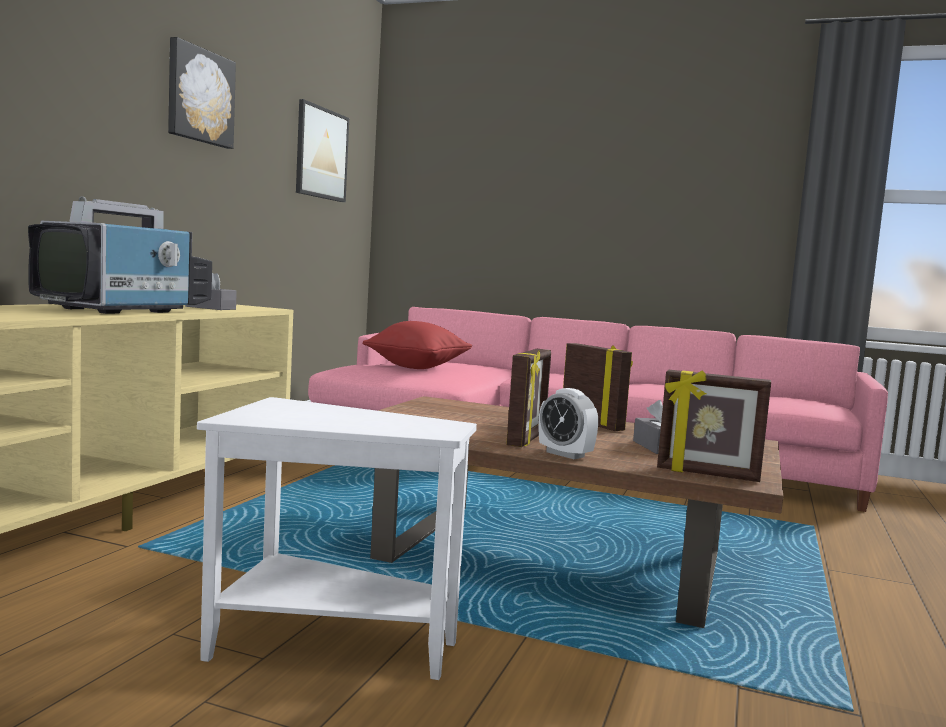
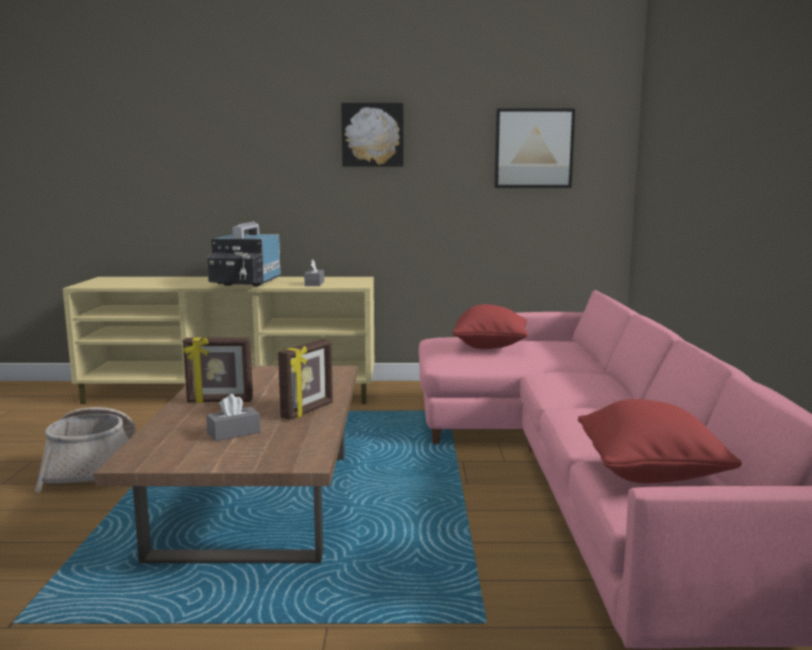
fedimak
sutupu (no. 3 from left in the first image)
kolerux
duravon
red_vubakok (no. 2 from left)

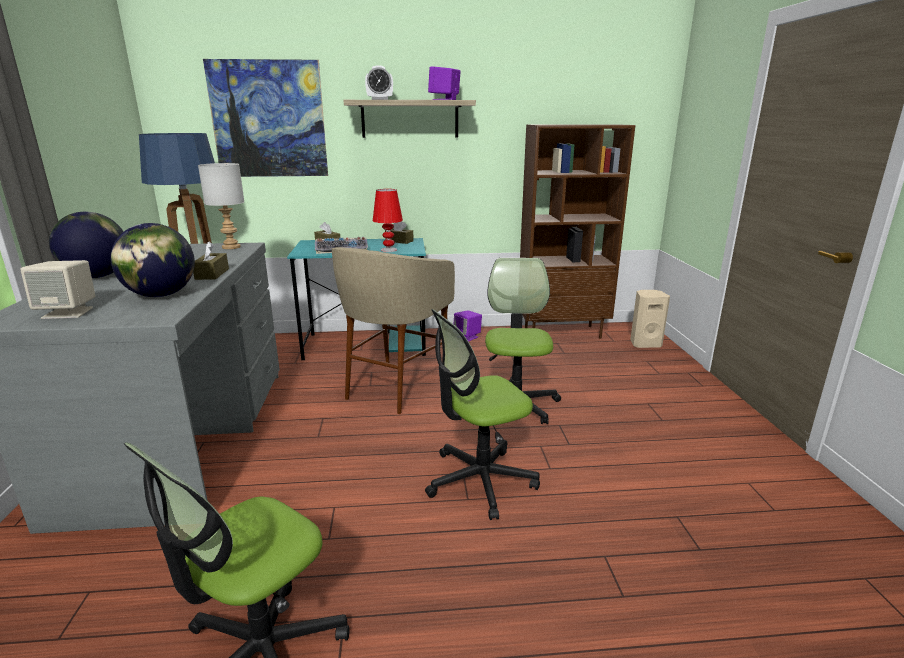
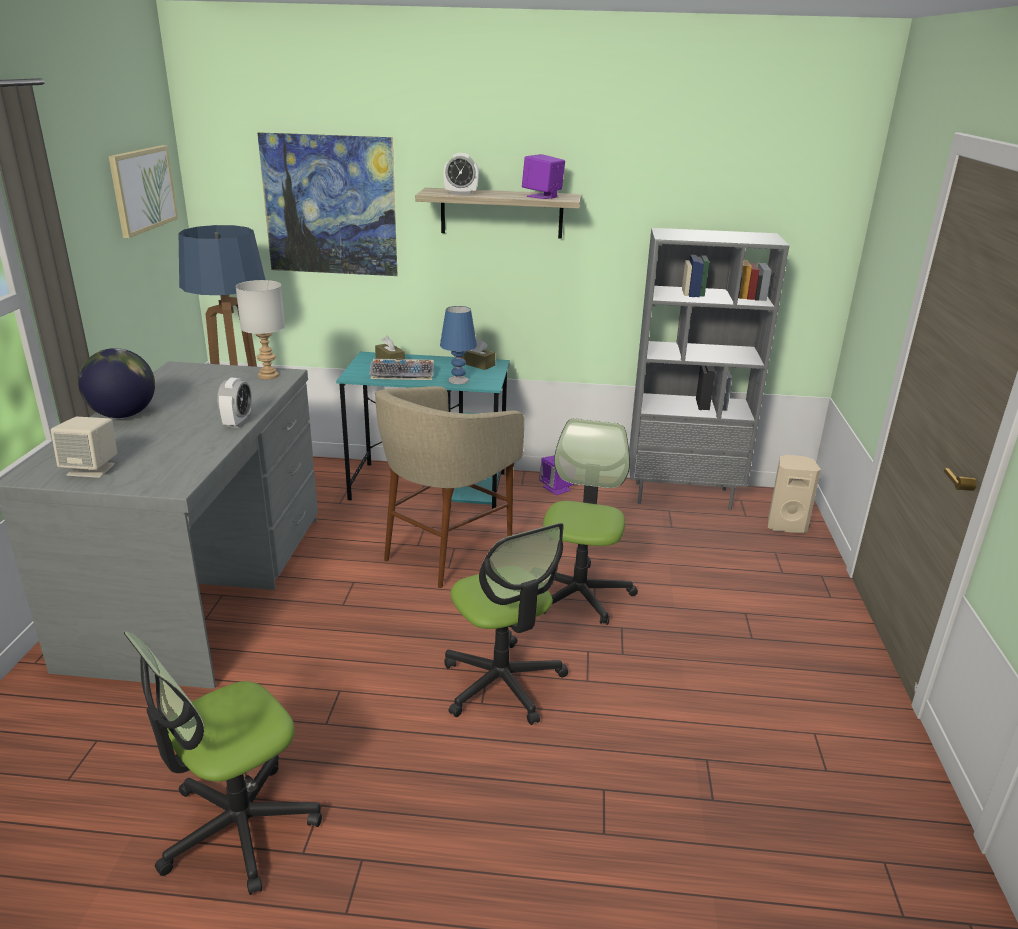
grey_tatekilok
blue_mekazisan
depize (no. 2 from left in the first image)
kolerux (no. 1 from left)
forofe (no. 2 from left)
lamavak (no. 1 from left)

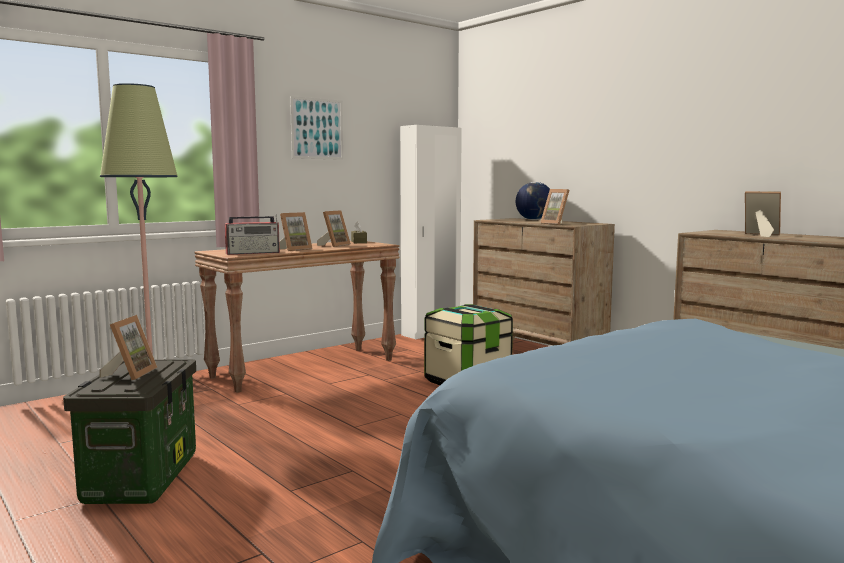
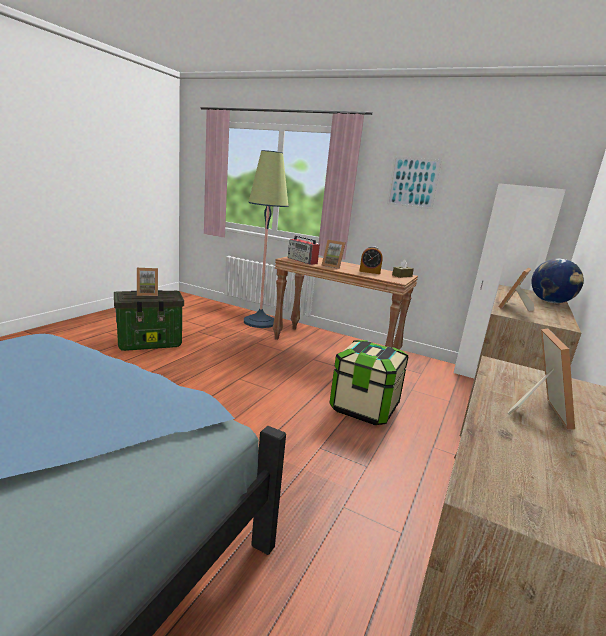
kolerux

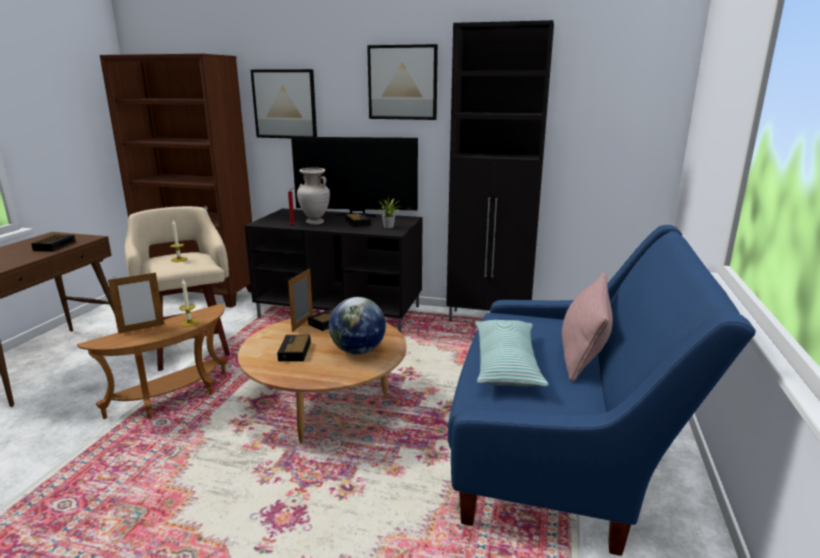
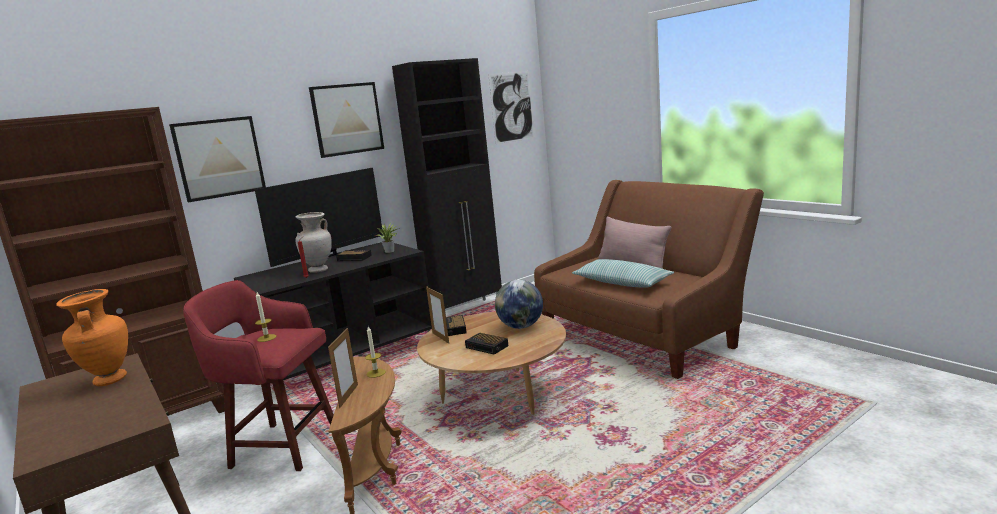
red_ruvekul
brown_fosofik
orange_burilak
lamavak (no. 3 from left)

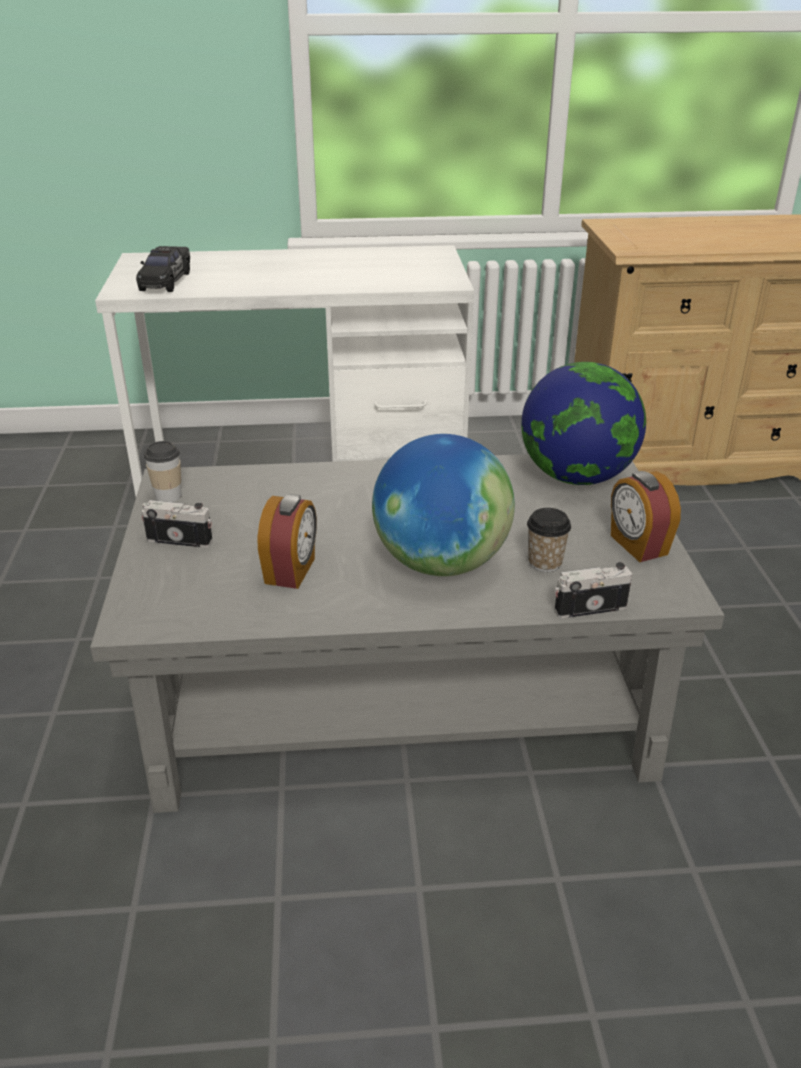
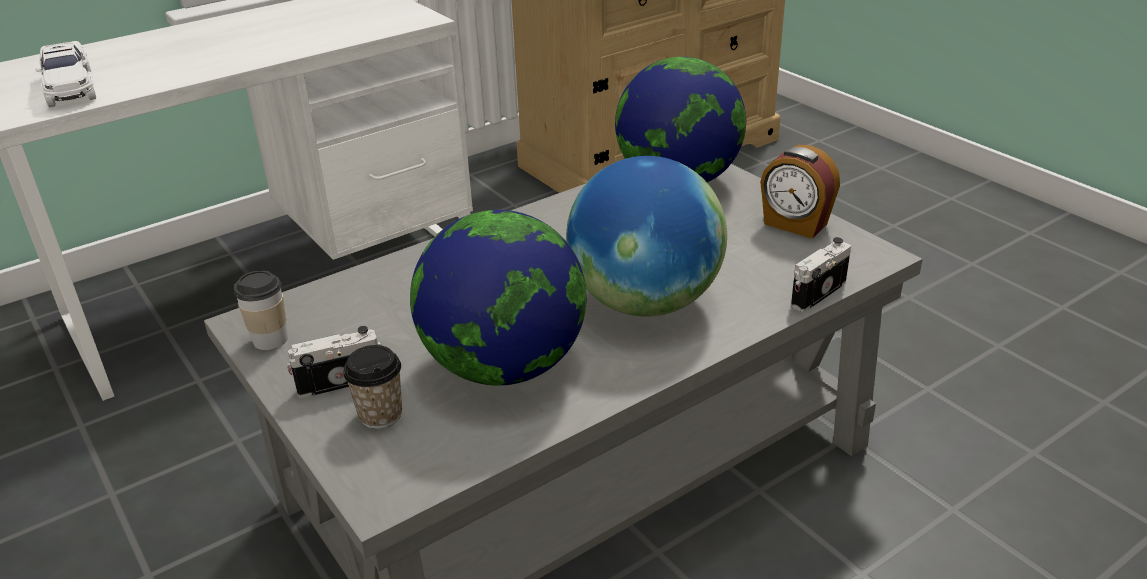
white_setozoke
depize (no. 1 from left)
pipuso (no. 2 from left)

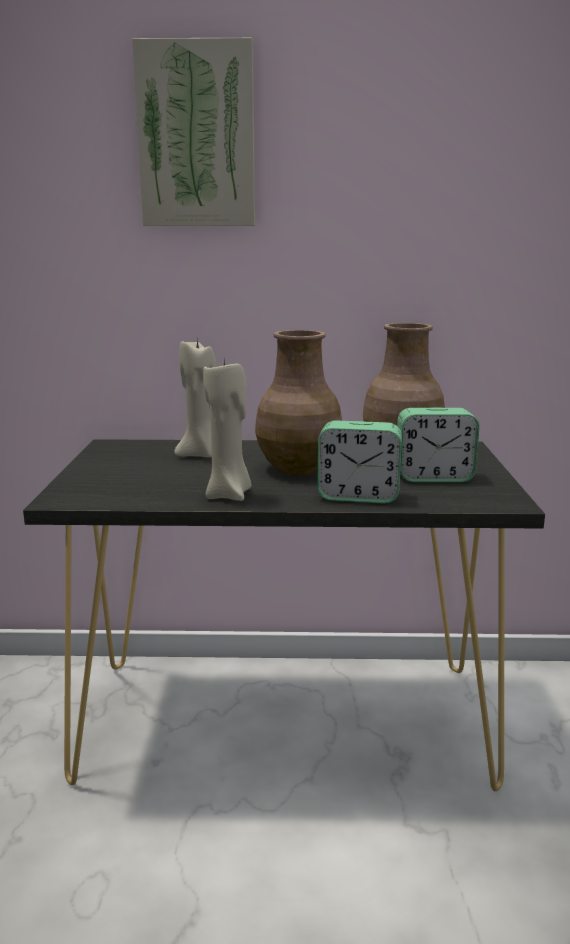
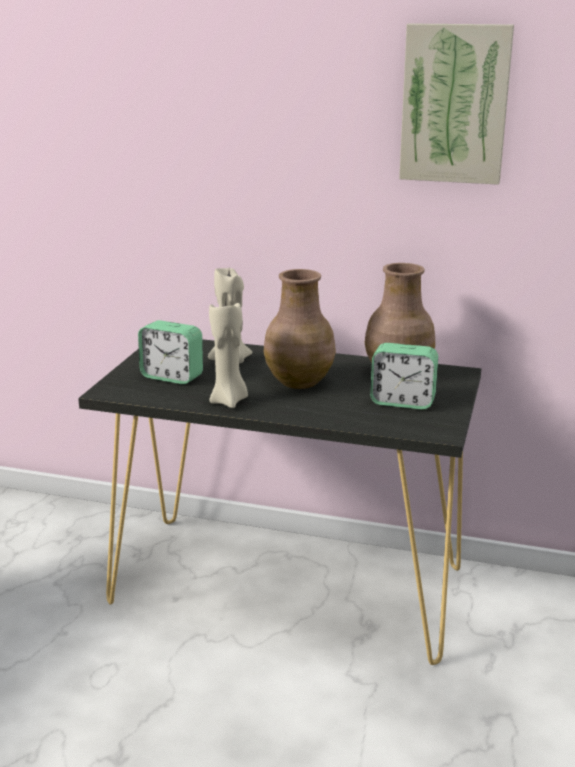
lamavak
kolerux (no. 1 from left)

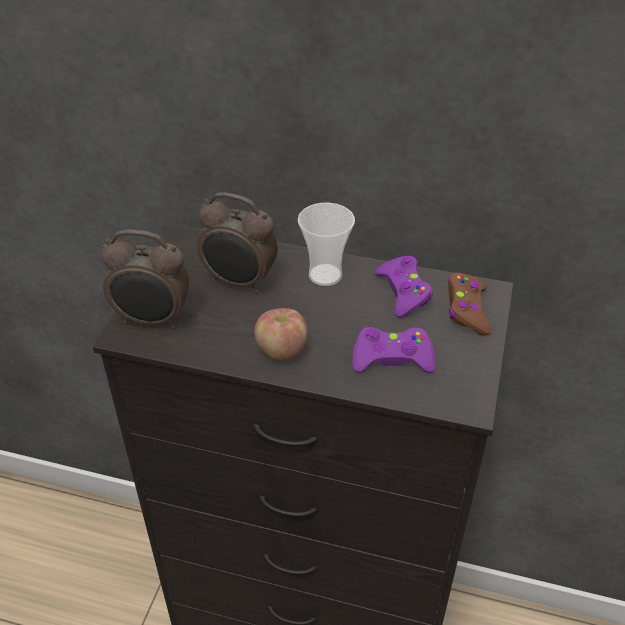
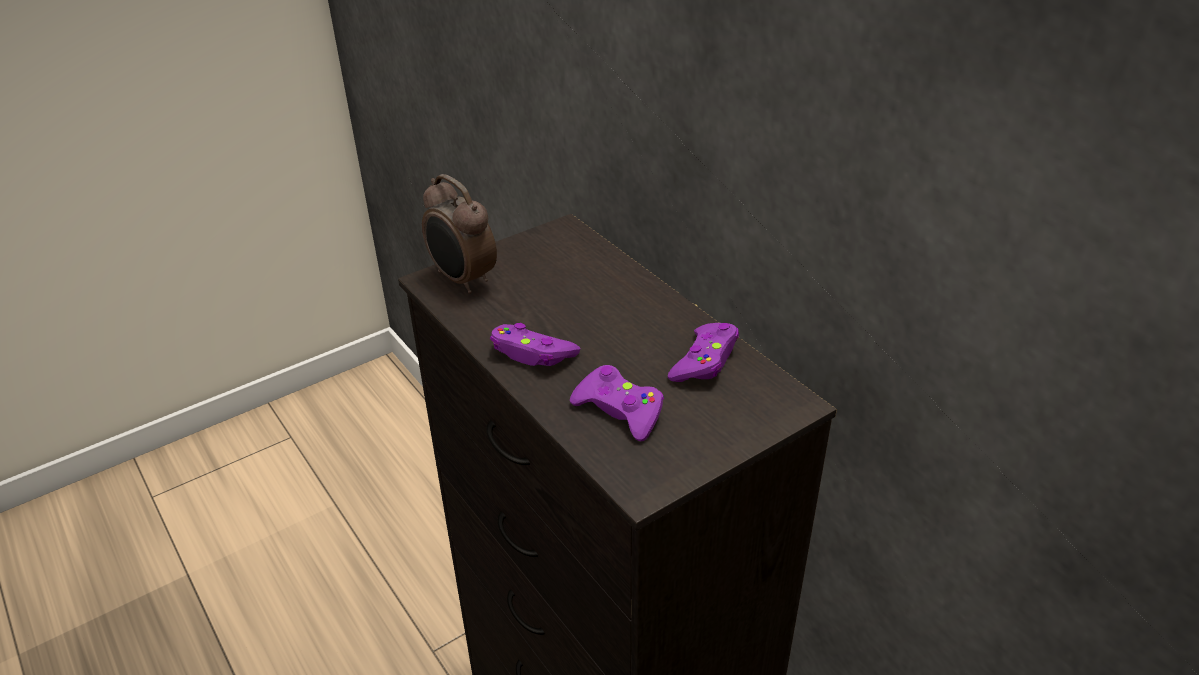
kolerux (no. 2 from left in the first image)
pipuso
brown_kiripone
purple_kiripone (no. 1 from left)

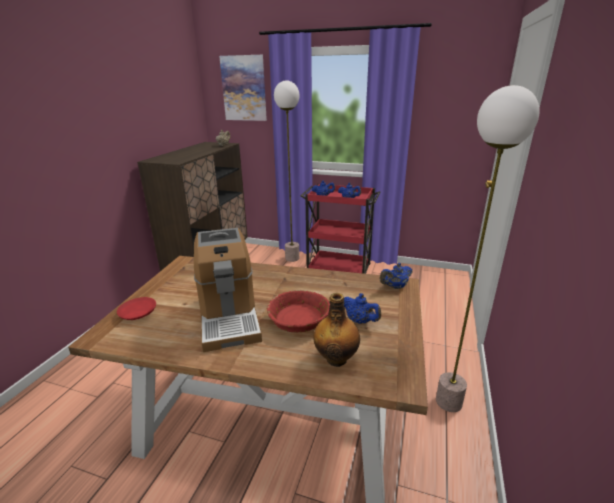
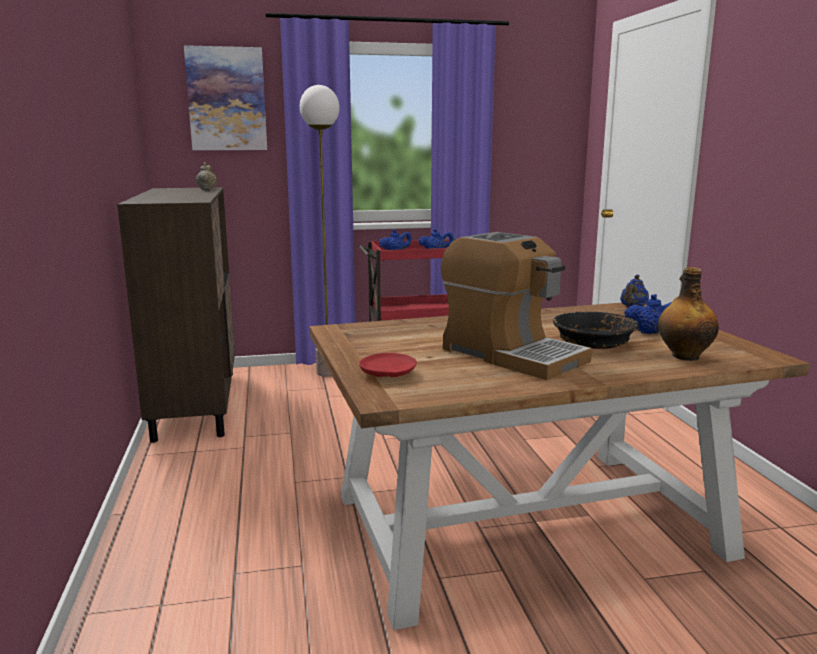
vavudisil (no. 2 from left in the first image)
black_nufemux

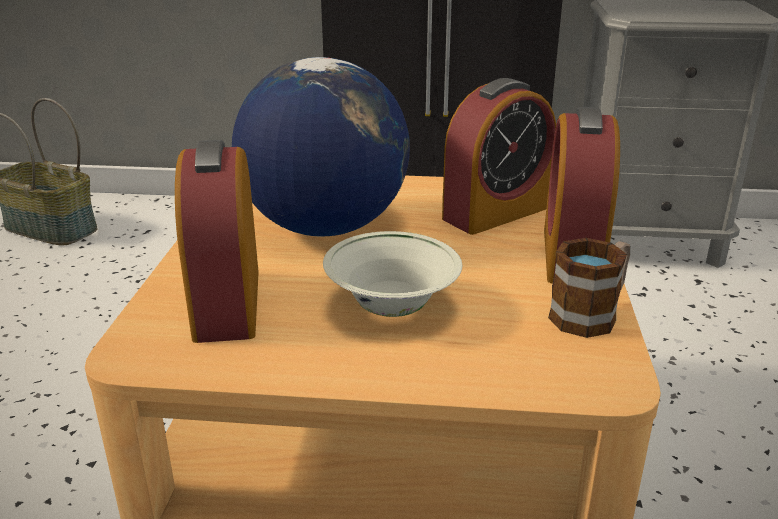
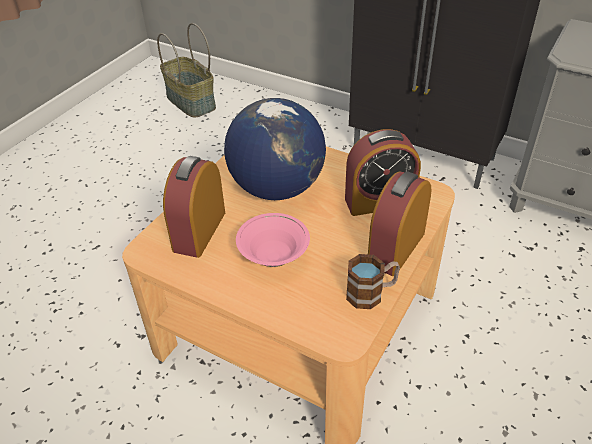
pink_nufemux

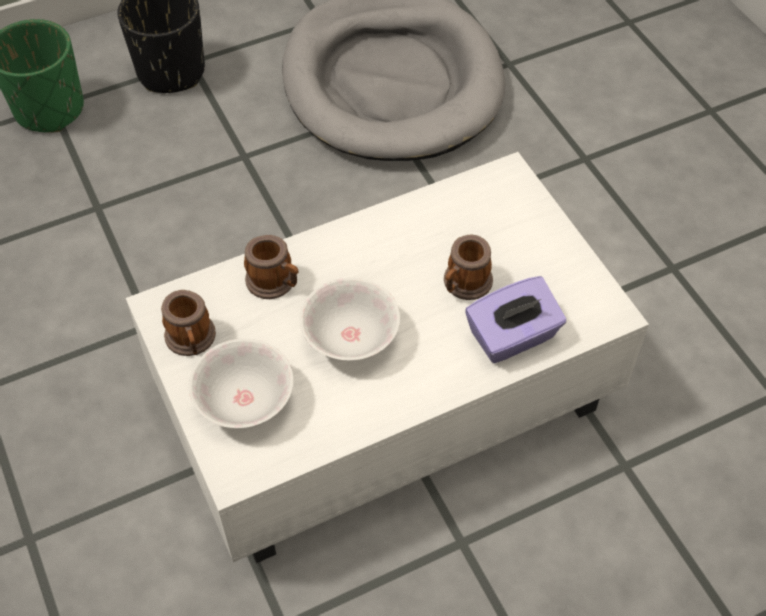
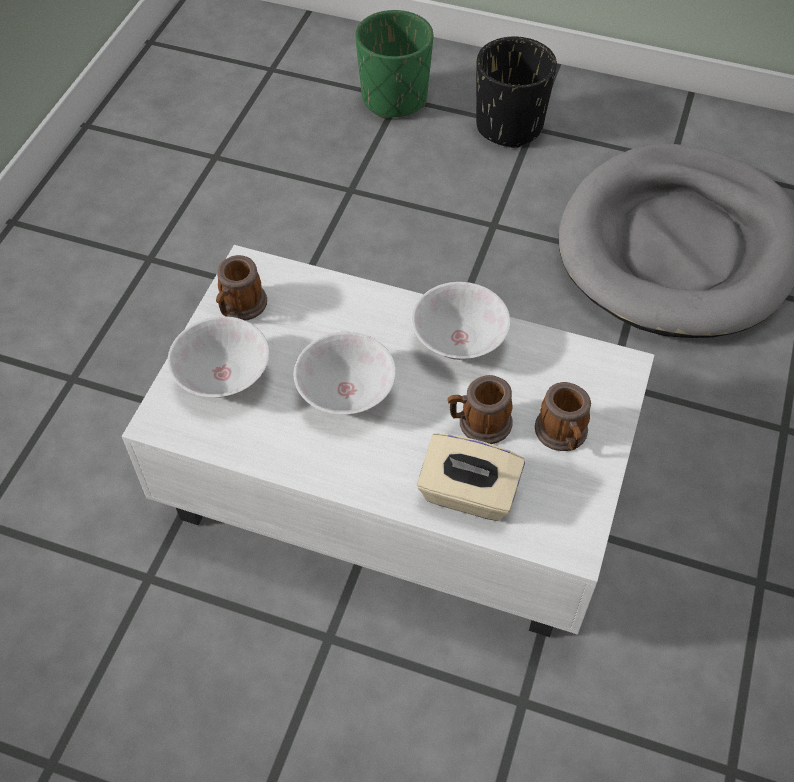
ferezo (no. 3 from left)
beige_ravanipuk
white_nufemux (no. 3 from left)

